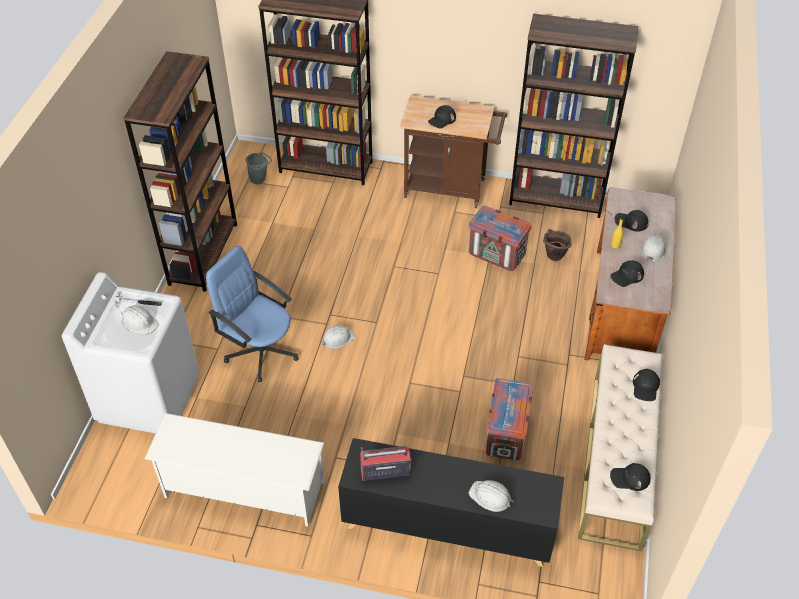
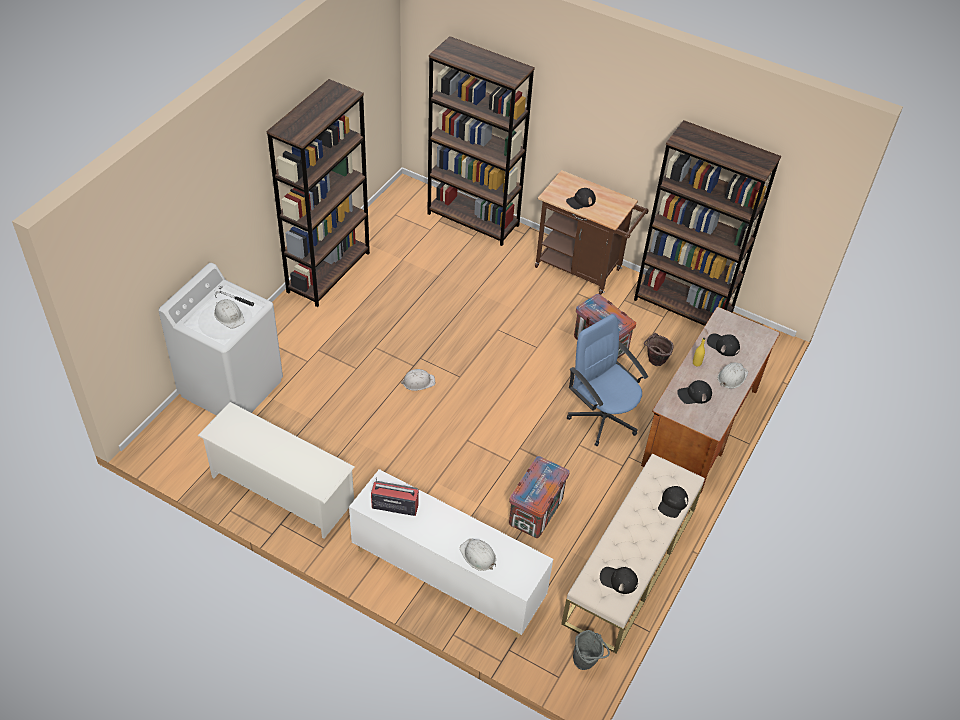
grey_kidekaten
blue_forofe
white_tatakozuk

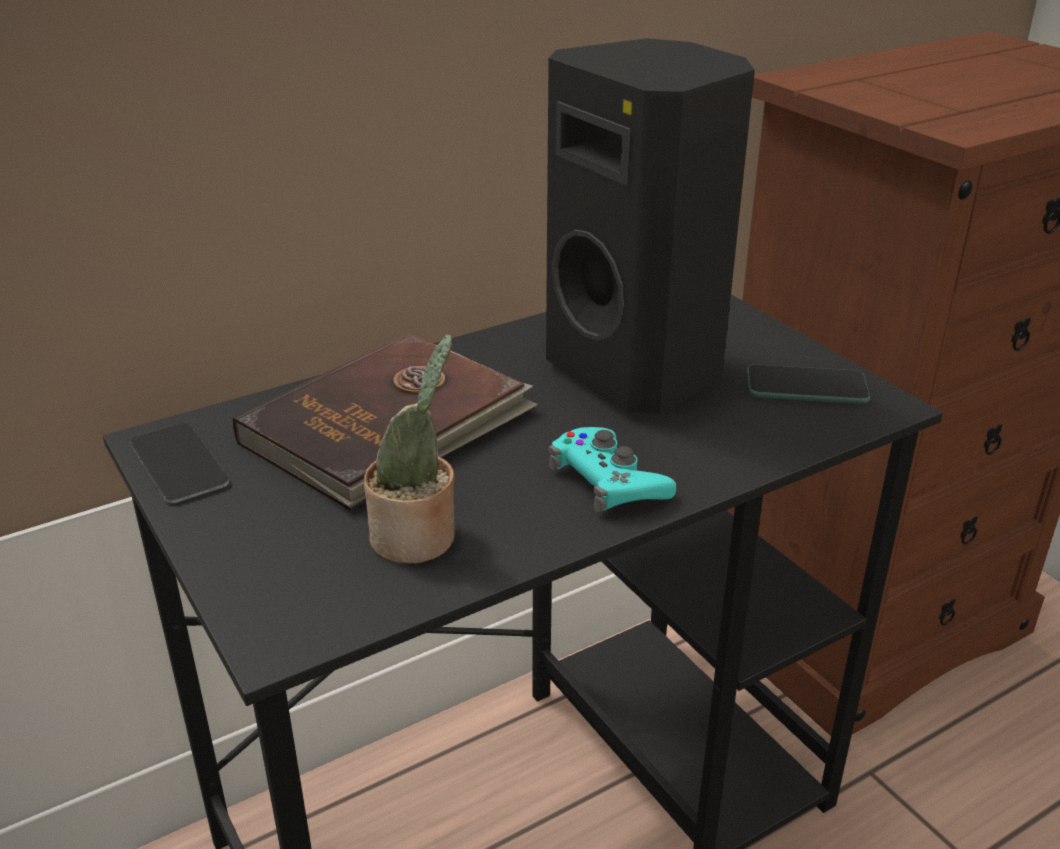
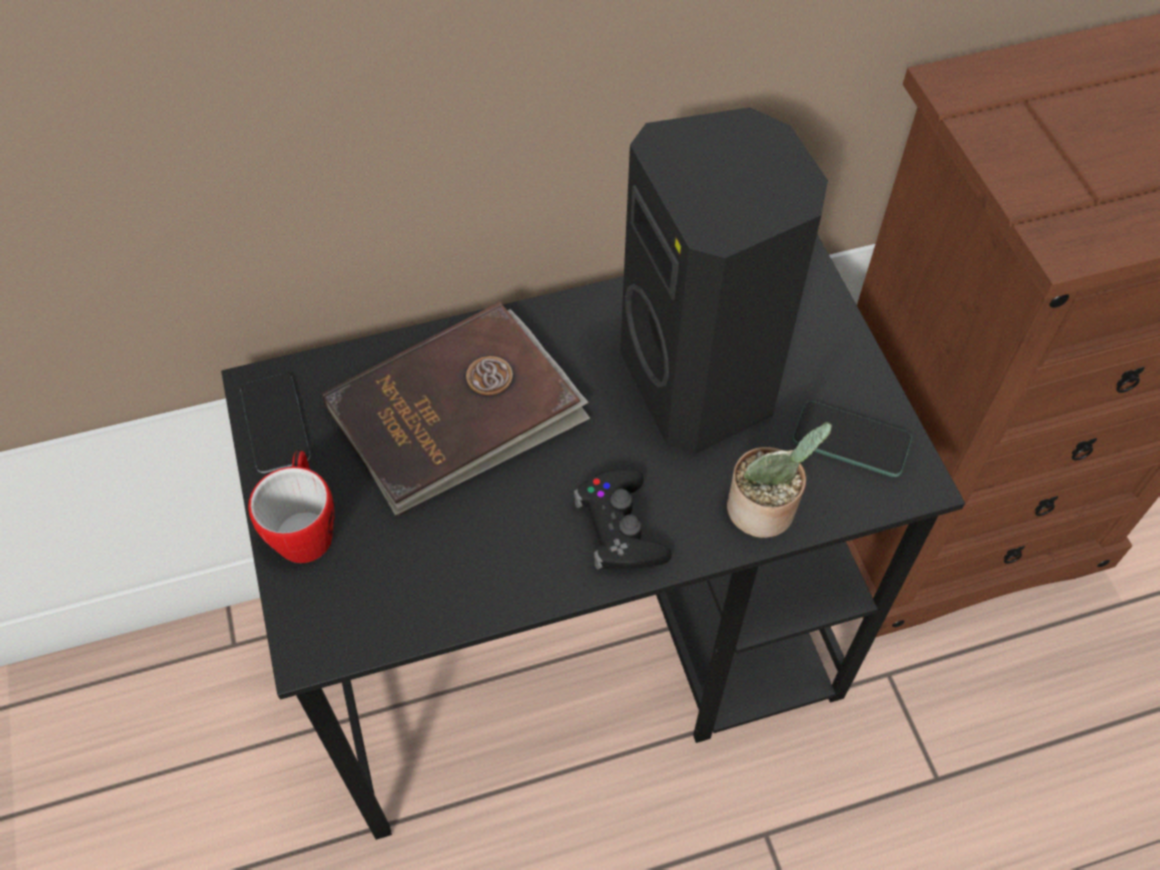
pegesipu
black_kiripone
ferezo

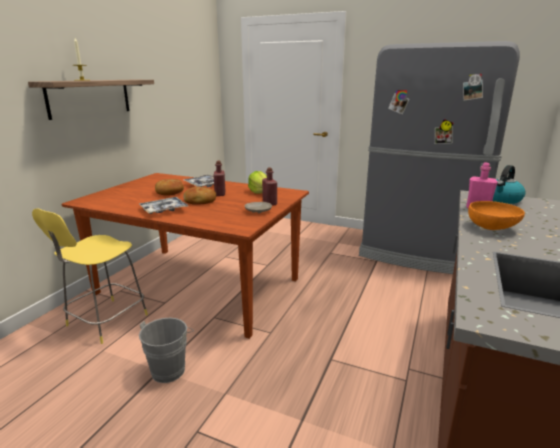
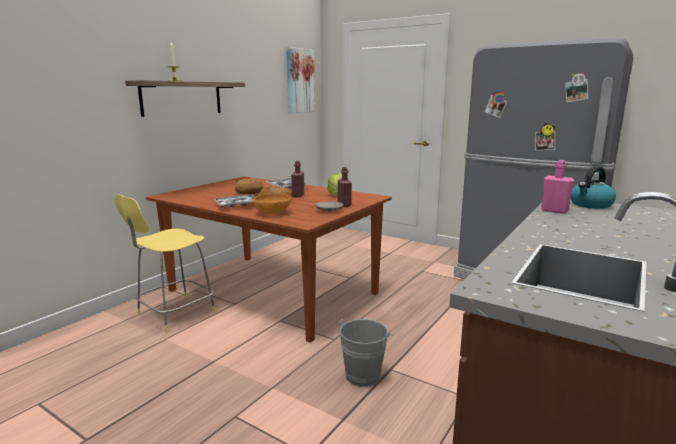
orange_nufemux
grey_kidekaten
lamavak

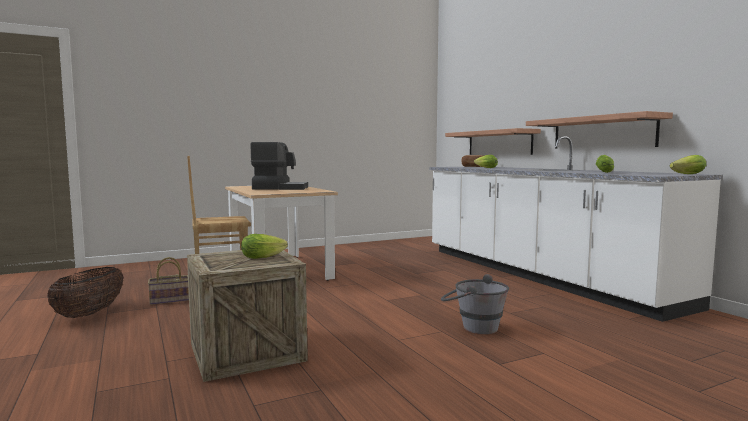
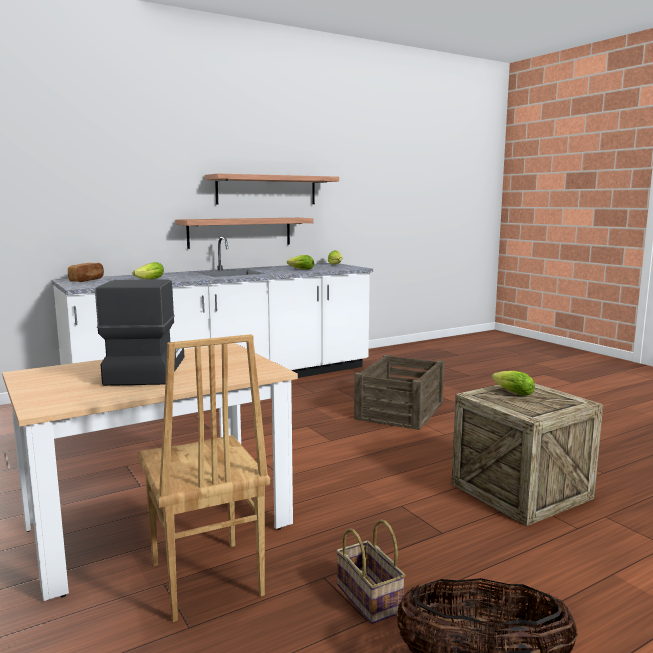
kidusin (no. 2 from left)
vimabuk (no. 1 from left)

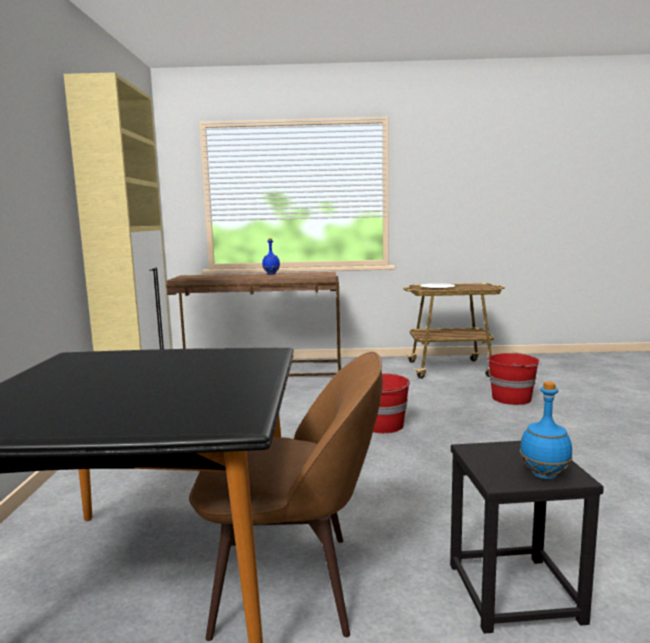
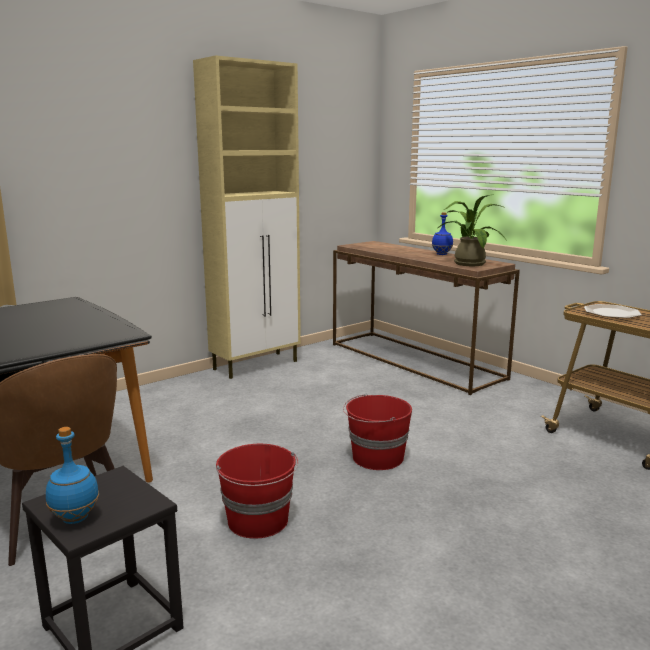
red_kidekaten (no. 1 from left)
pegesipu

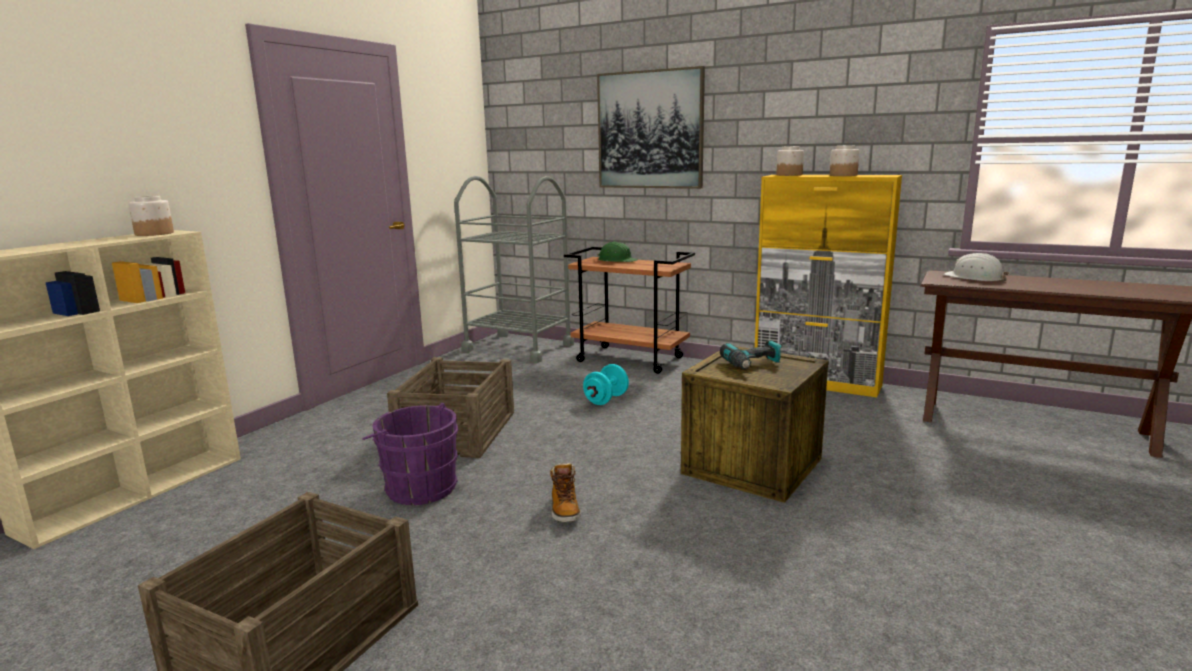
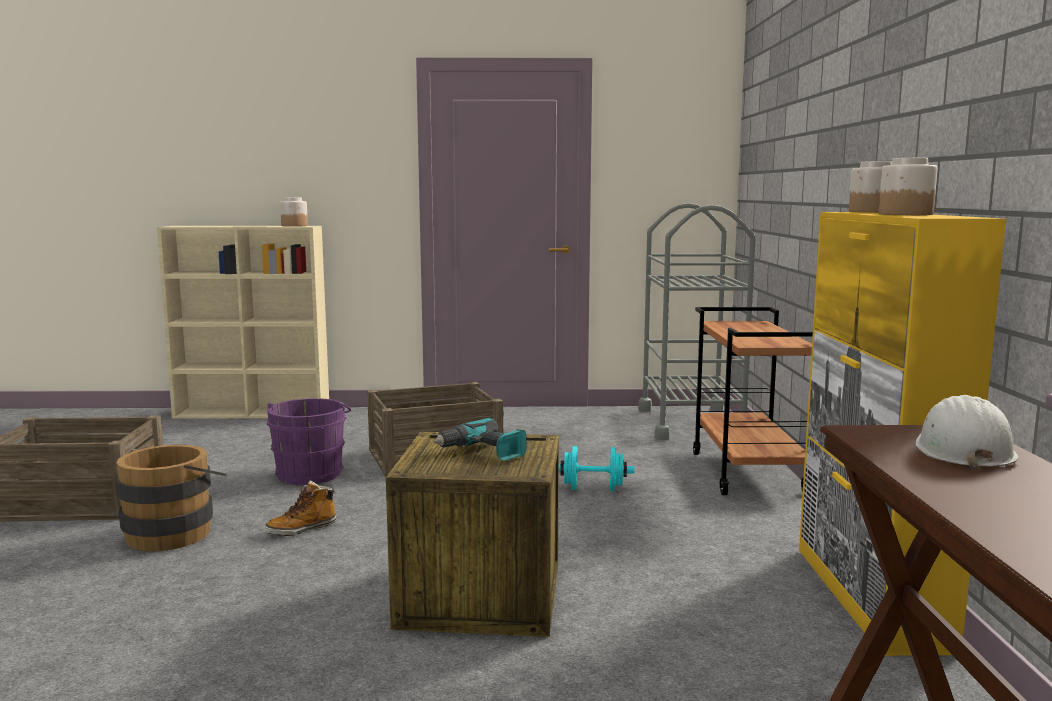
lamavak
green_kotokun
brown_kidekaten

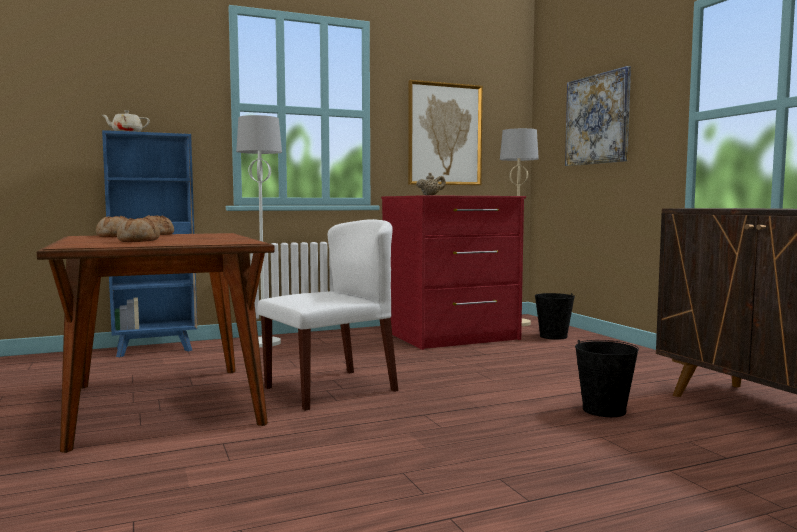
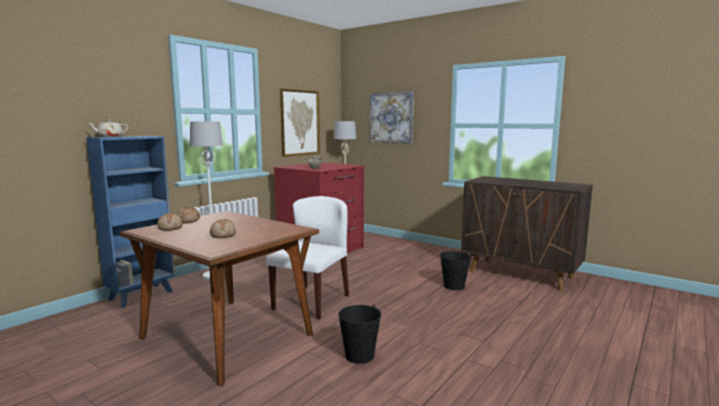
black_kidekaten (no. 1 from left)

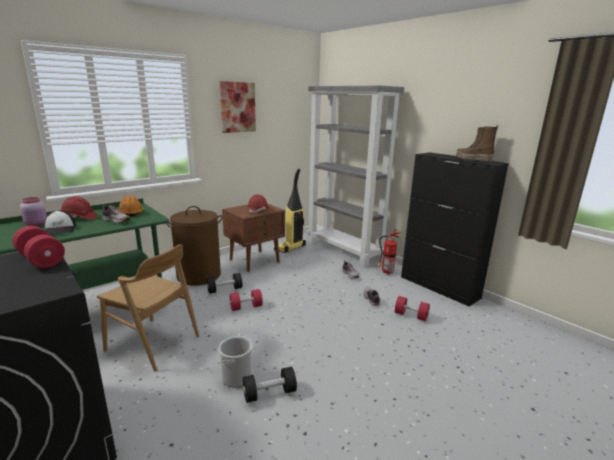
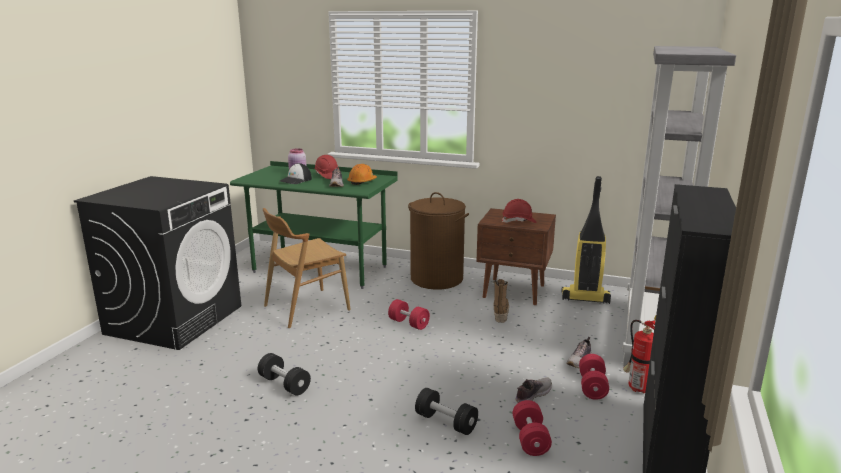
lamavak
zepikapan
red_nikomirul (no. 3 from left)
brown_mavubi
black_nikomirul (no. 2 from left)
kidekaten

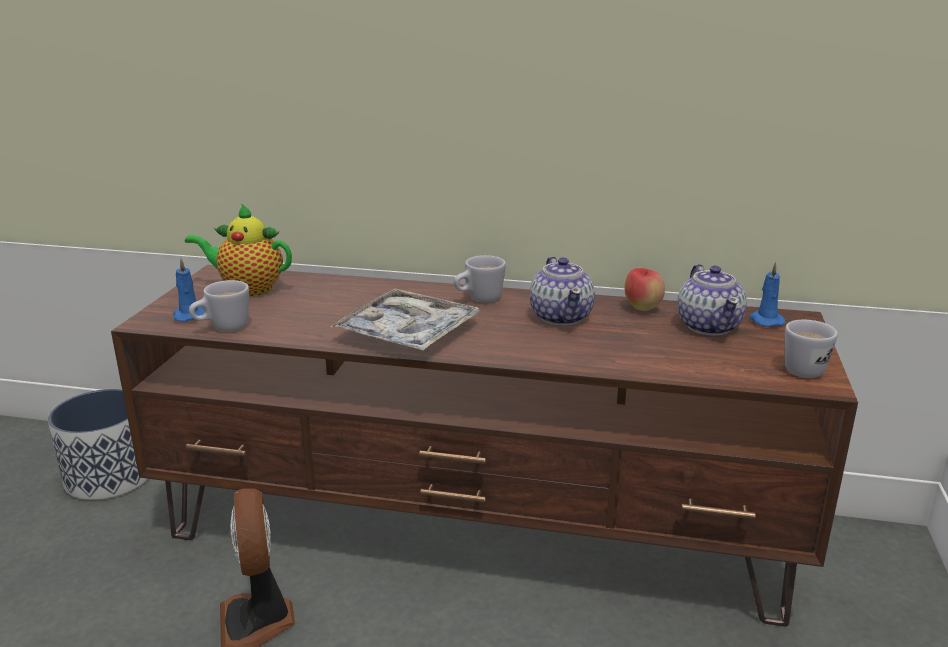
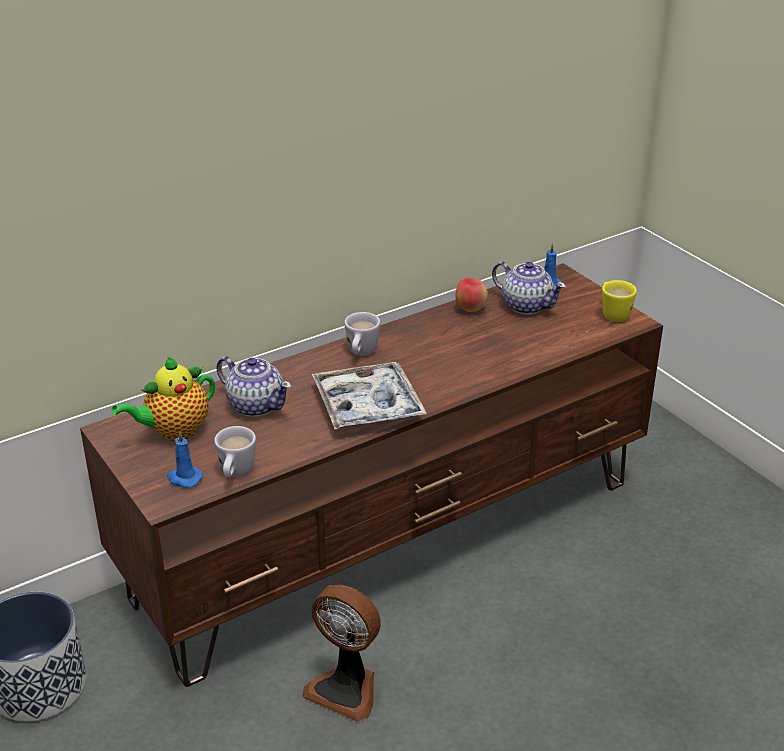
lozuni (no. 2 from left)
yellow_ferezo

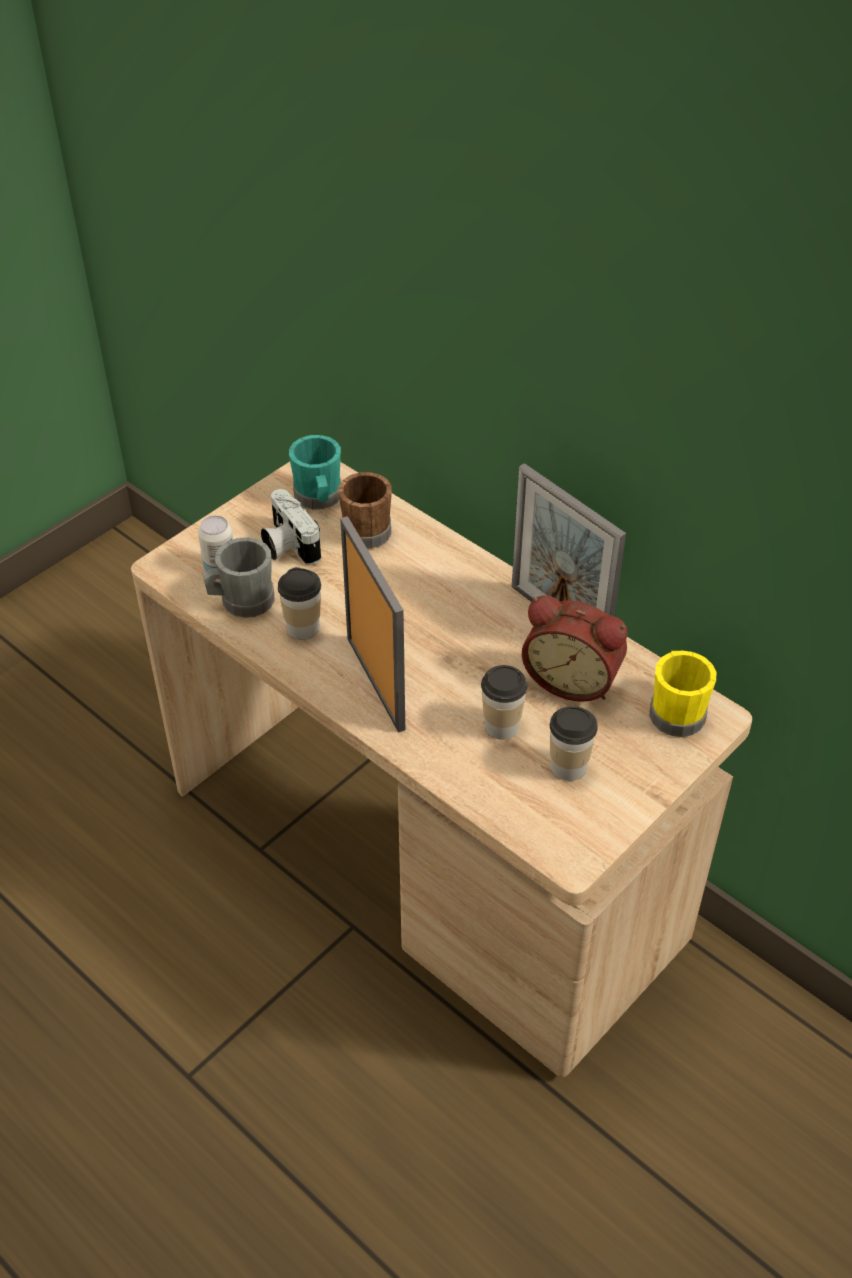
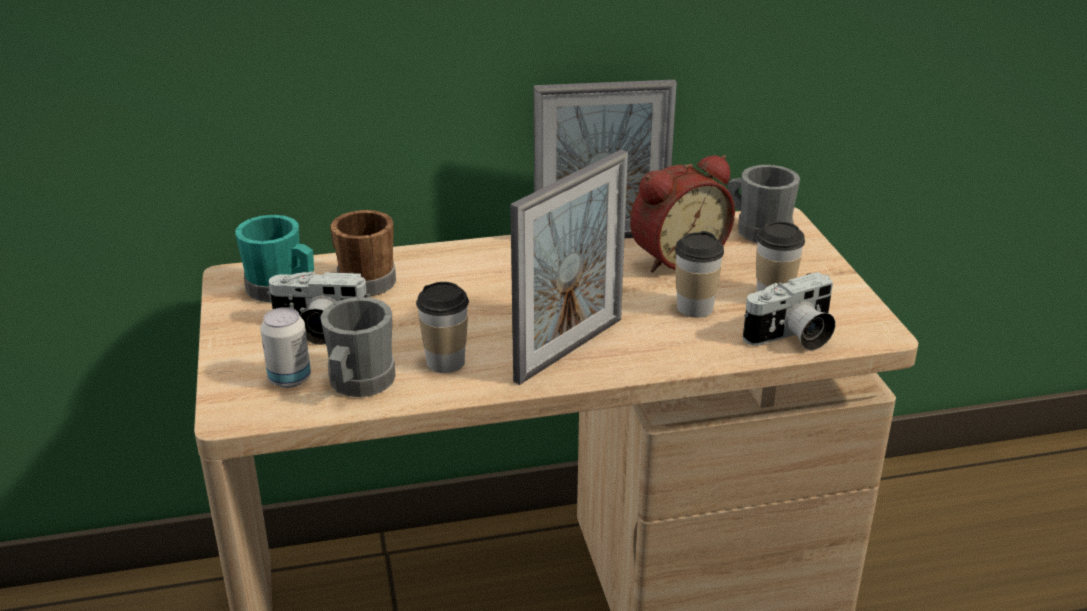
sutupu (no. 1 from left)
grey_ferezo (no. 2 from left)
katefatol (no. 2 from left)

